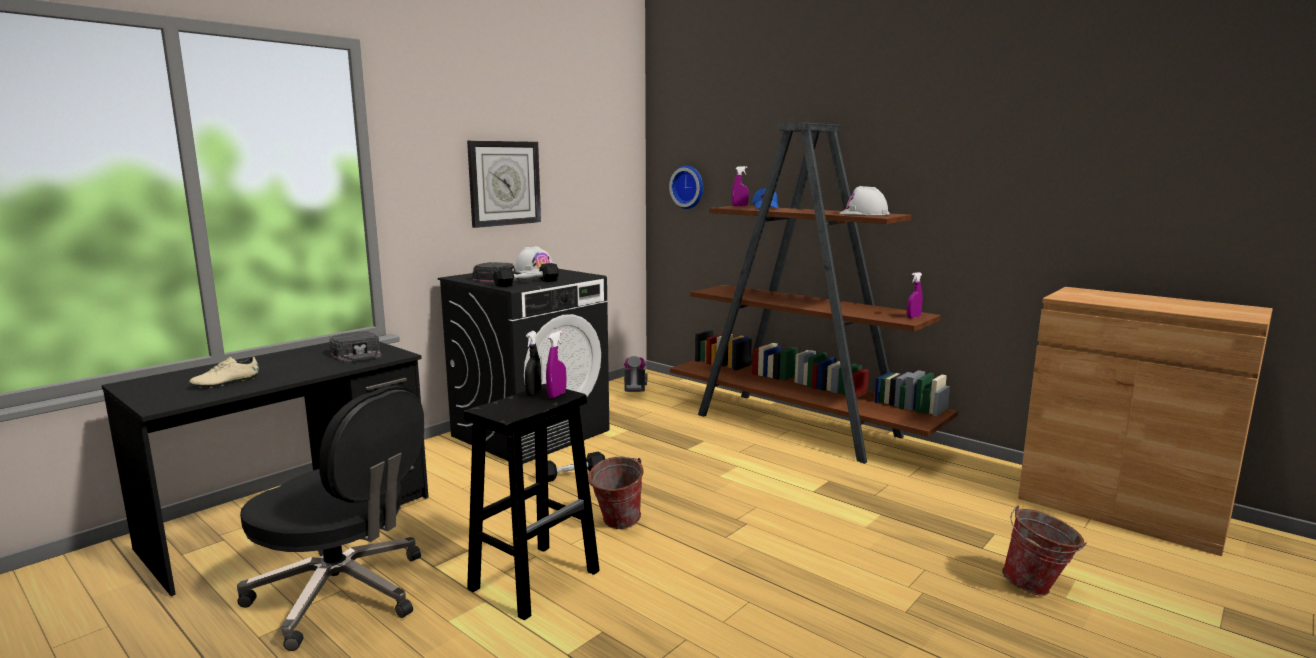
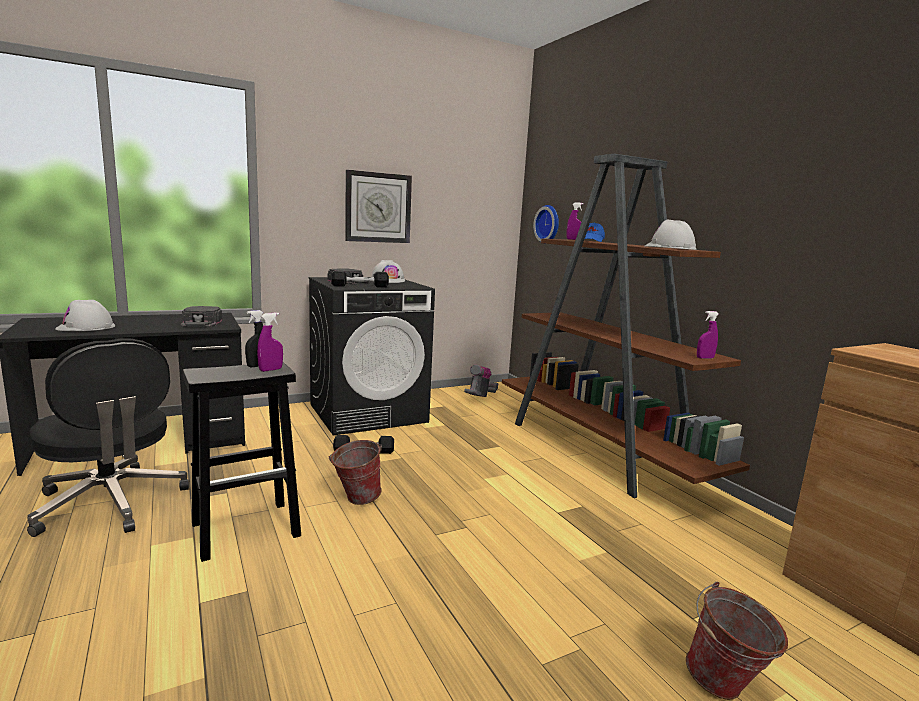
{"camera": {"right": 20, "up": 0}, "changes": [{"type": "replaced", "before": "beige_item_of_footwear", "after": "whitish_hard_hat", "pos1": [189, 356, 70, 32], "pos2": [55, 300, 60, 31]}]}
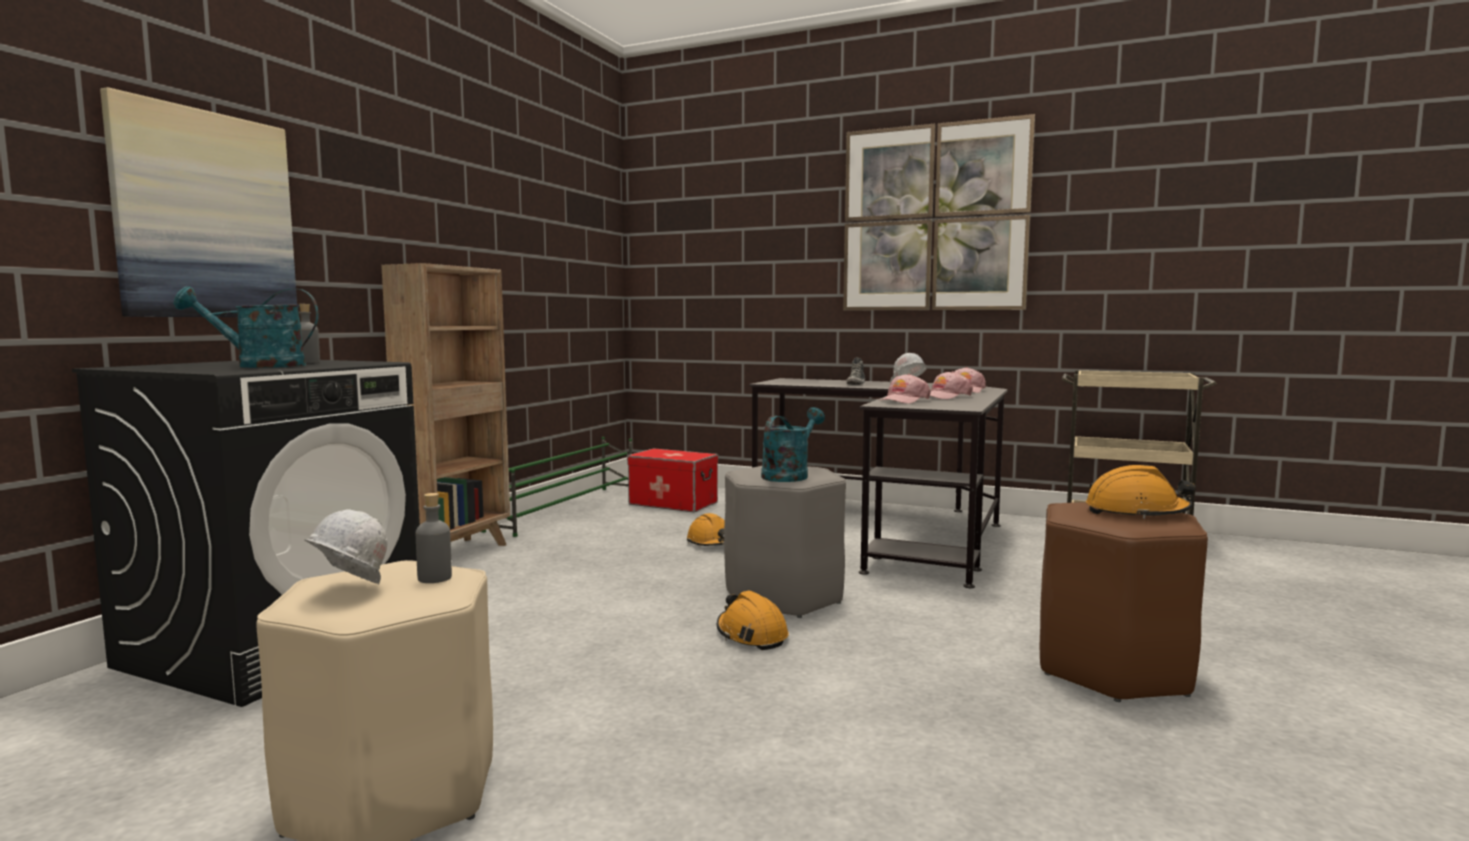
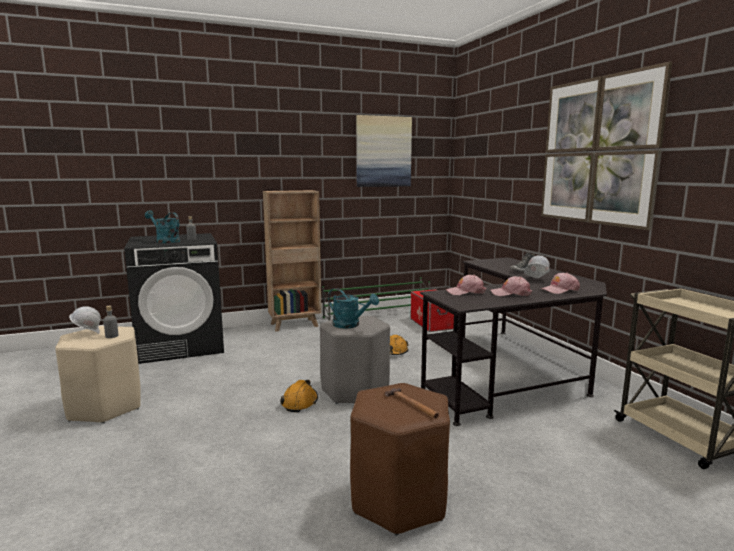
{"camera": {"right": 45, "up": 5}, "changes": [{"type": "moved", "before": "picture", "pos1": [100, 87, 197, 230], "pos2": [356, 115, 56, 72]}, {"type": "replaced", "before": "orange_hard_hat", "after": "hand_hammer", "pos1": [1086, 465, 110, 54], "pos2": [385, 388, 54, 30]}, {"type": "turned", "before": "blue-green_watering_can", "pos1": [761, 407, 64, 75], "pos2": [328, 288, 51, 41], "turn": 45}]}
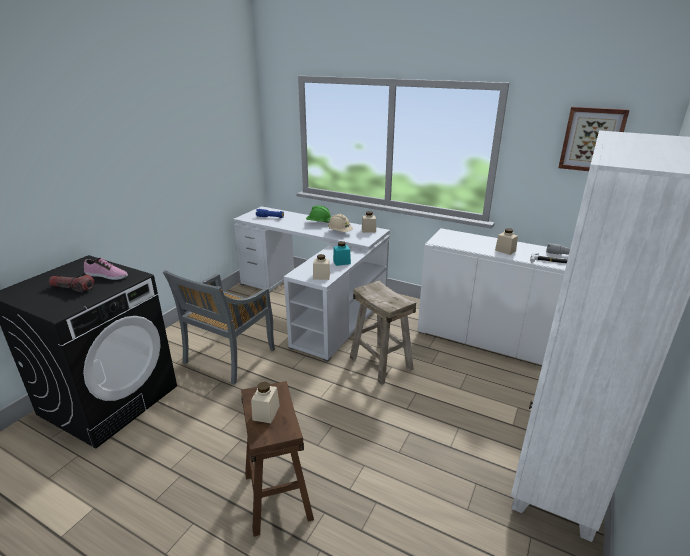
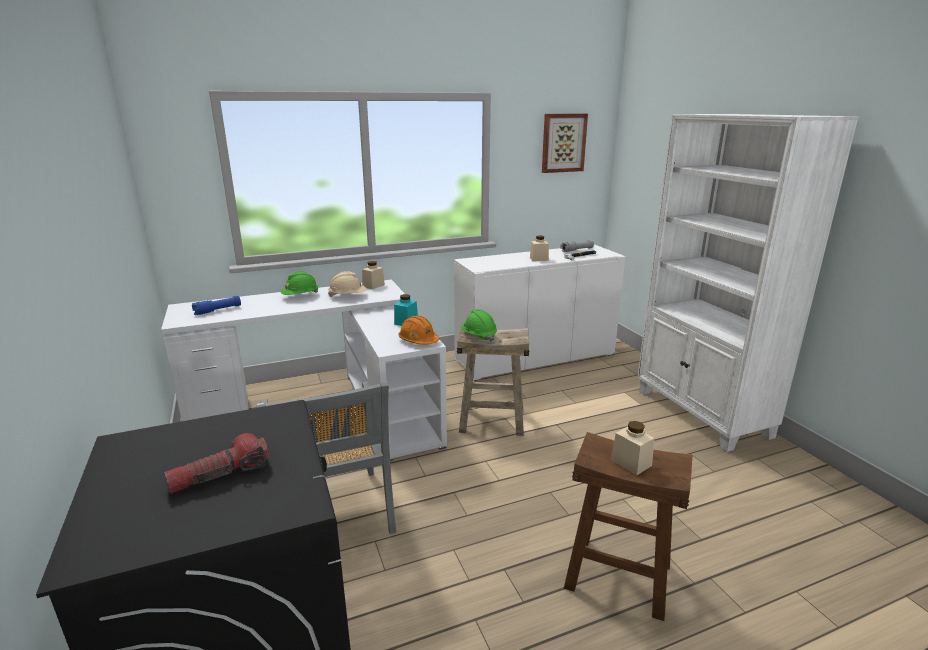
{"camera": {"right": -50, "up": -5}, "changes": [{"type": "removed", "before": "item_of_footwear", "pos1": [84, 258, 44, 22]}, {"type": "added", "after": "green_hard_hat", "pos2": [460, 309, 37, 33]}, {"type": "replaced", "before": "beige_storage_jar", "after": "orange_hard_hat", "pos1": [313, 254, 17, 26], "pos2": [398, 316, 42, 29]}]}
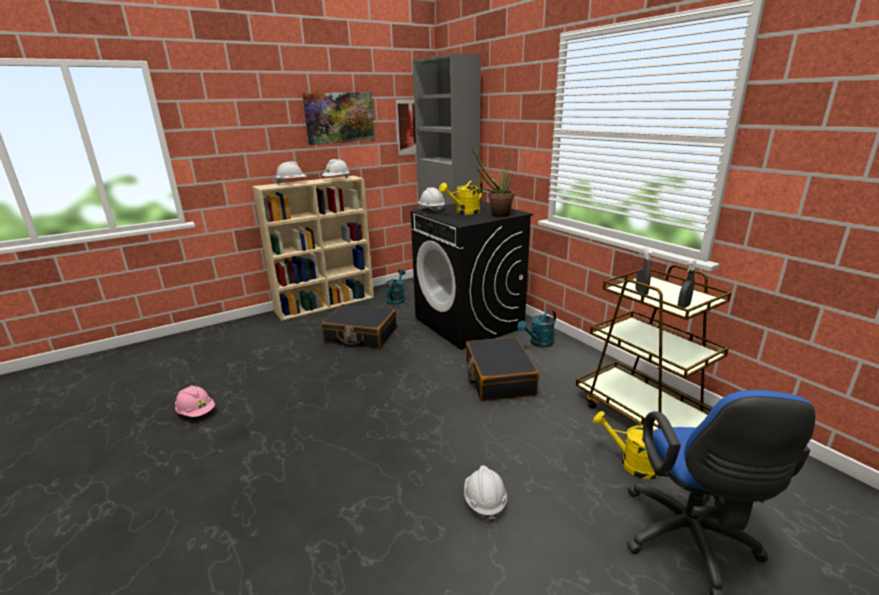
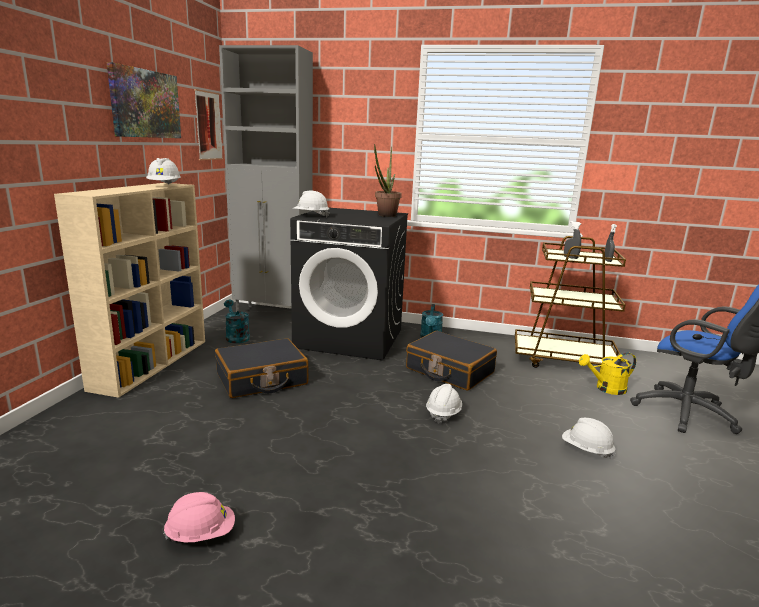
{"camera": {"right": -45, "up": -5}, "changes": [{"type": "removed", "before": "yellow_watering_can", "pos1": [439, 179, 44, 36]}, {"type": "moved", "before": "whitish_hard_hat", "pos1": [275, 161, 32, 23], "pos2": [426, 384, 36, 39]}]}
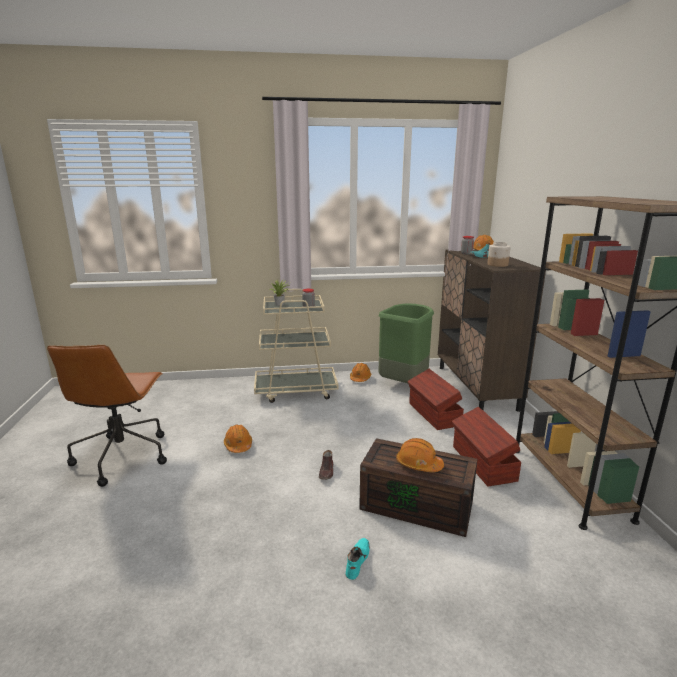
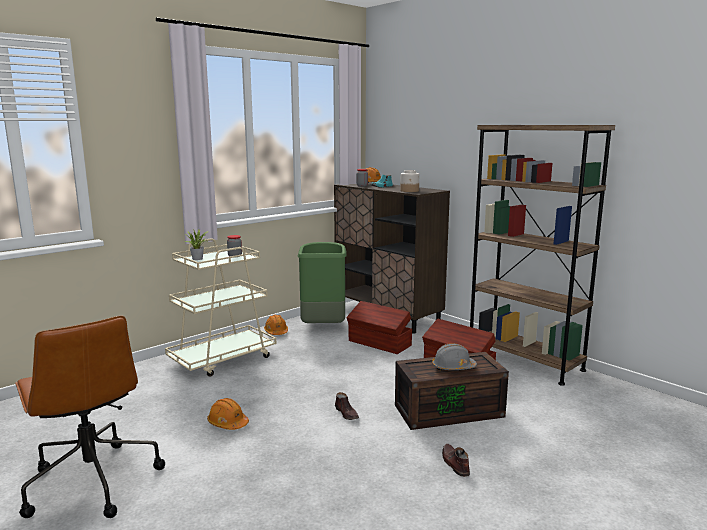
{"camera": {"right": -35, "up": -5}, "changes": [{"type": "recoloured", "before": "blue-green_item_of_footwear", "after": "brown-coloured_item_of_footwear", "pos1": [345, 538, 25, 42], "pos2": [442, 444, 28, 33]}, {"type": "recoloured", "before": "orange_hard_hat", "after": "gray_hard_hat", "pos1": [396, 438, 48, 34], "pos2": [432, 343, 45, 27]}]}
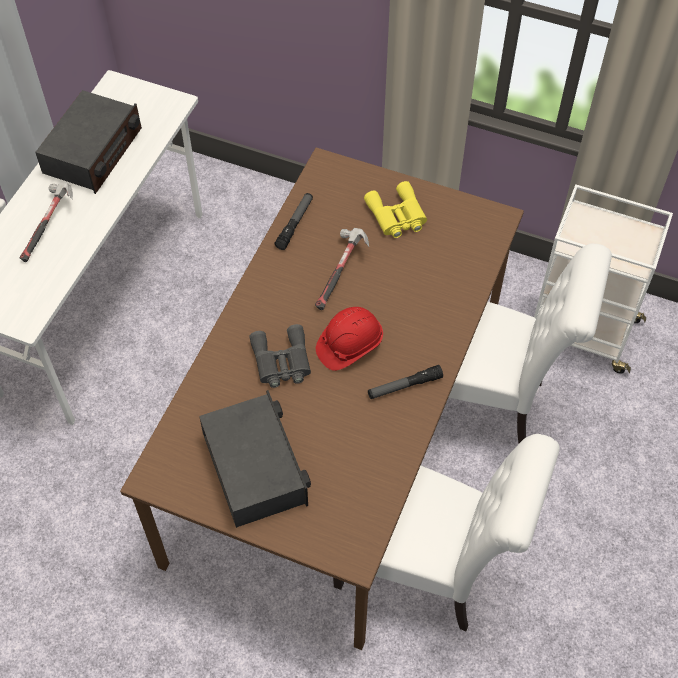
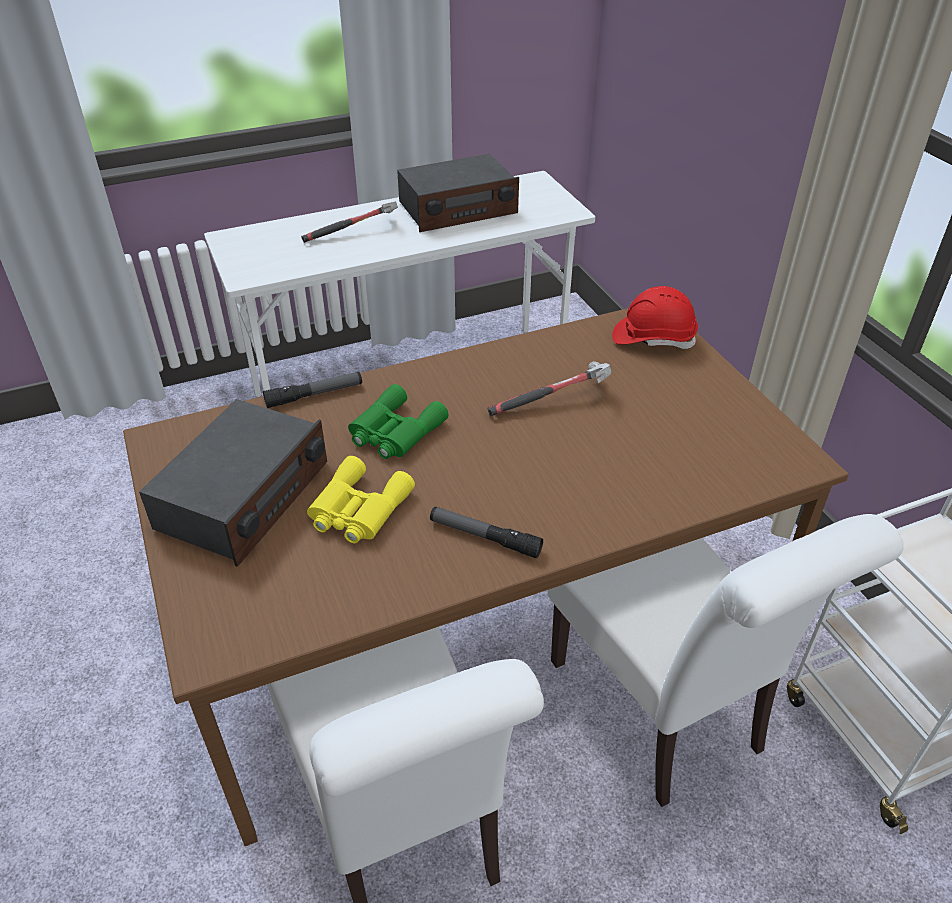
{"camera": {"right": 45, "up": -15}, "changes": [{"type": "moved", "before": "flashlight", "pos1": [274, 193, 39, 57], "pos2": [263, 372, 99, 36]}, {"type": "moved", "before": "reddish_hard_hat", "pos1": [316, 307, 67, 64], "pos2": [612, 286, 86, 63]}, {"type": "moved", "before": "yellow_binoculars", "pos1": [364, 181, 63, 57], "pos2": [307, 456, 108, 87]}, {"type": "recoloured", "before": "gray_binoculars", "after": "green_binoculars", "pos1": [249, 324, 62, 64], "pos2": [348, 384, 101, 75]}]}
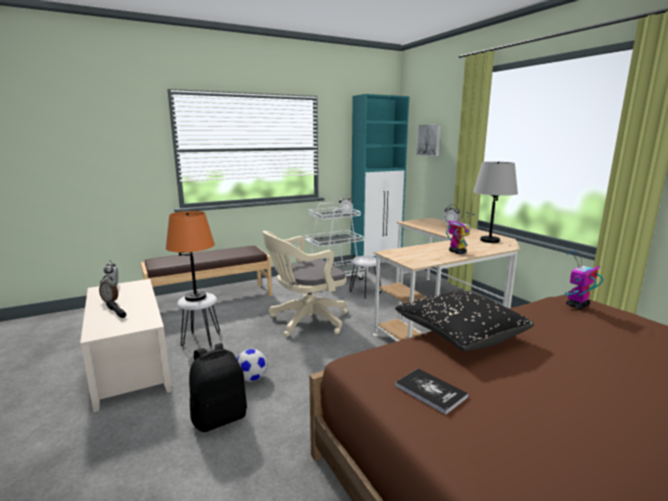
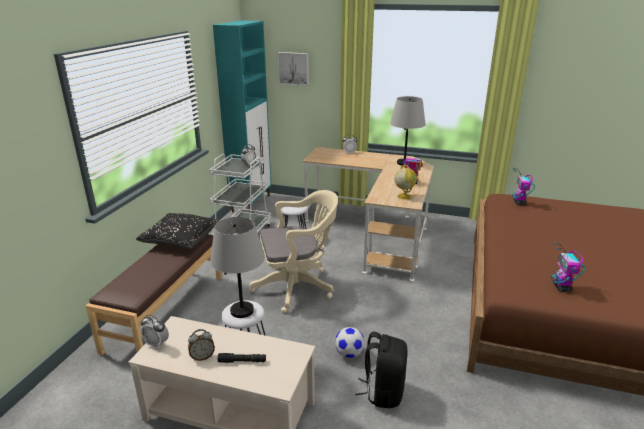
{"camera": {"right": -45, "up": 10}, "changes": [{"type": "added", "after": "globe", "pos2": [395, 164, 22, 36]}, {"type": "moved", "before": "black_throw_pillow", "pos1": [395, 290, 139, 61], "pos2": [136, 213, 82, 36]}, {"type": "replaced", "before": "bound_book", "after": "toy_robot", "pos1": [395, 368, 73, 47], "pos2": [551, 243, 34, 49]}, {"type": "recoloured", "before": "orange_lamp_for_a_table", "after": "gray_lamp_for_a_table", "pos1": [166, 211, 49, 90], "pos2": [210, 217, 55, 101]}, {"type": "turned", "before": "beige_desk_chair", "pos1": [262, 231, 86, 106], "pos2": [249, 190, 89, 123], "turn": -120}]}
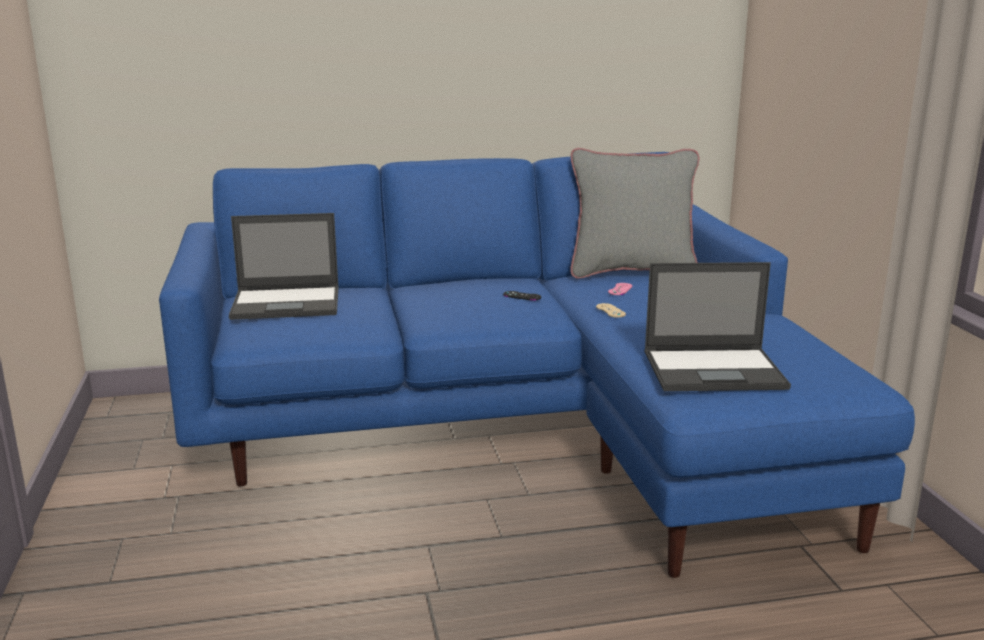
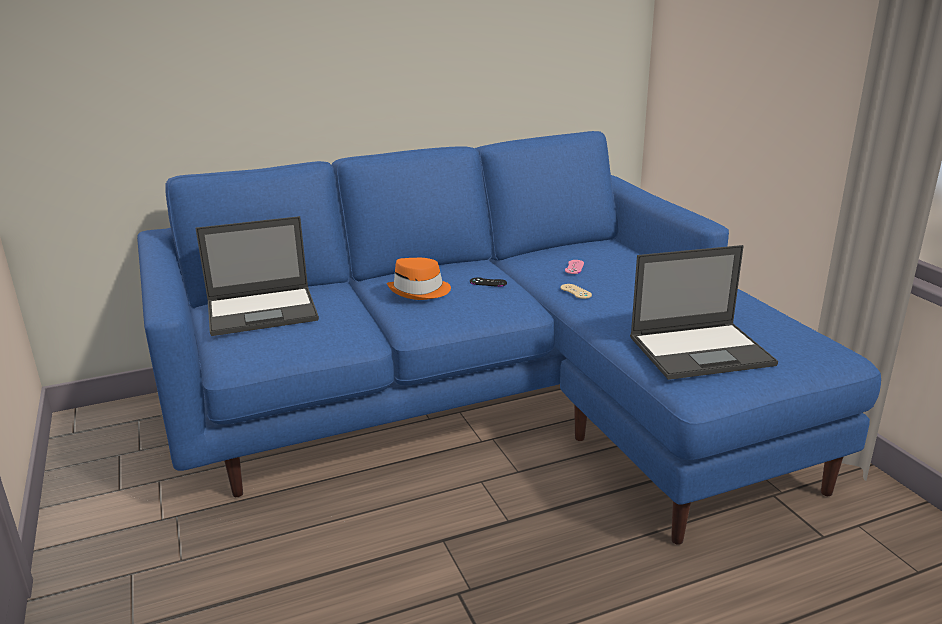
{"camera": {"right": -10, "up": 5}, "changes": [{"type": "removed", "before": "gray_throw_pillow", "pos1": [570, 148, 129, 131]}, {"type": "added", "after": "orange_wearable_hat", "pos2": [387, 258, 64, 42]}]}
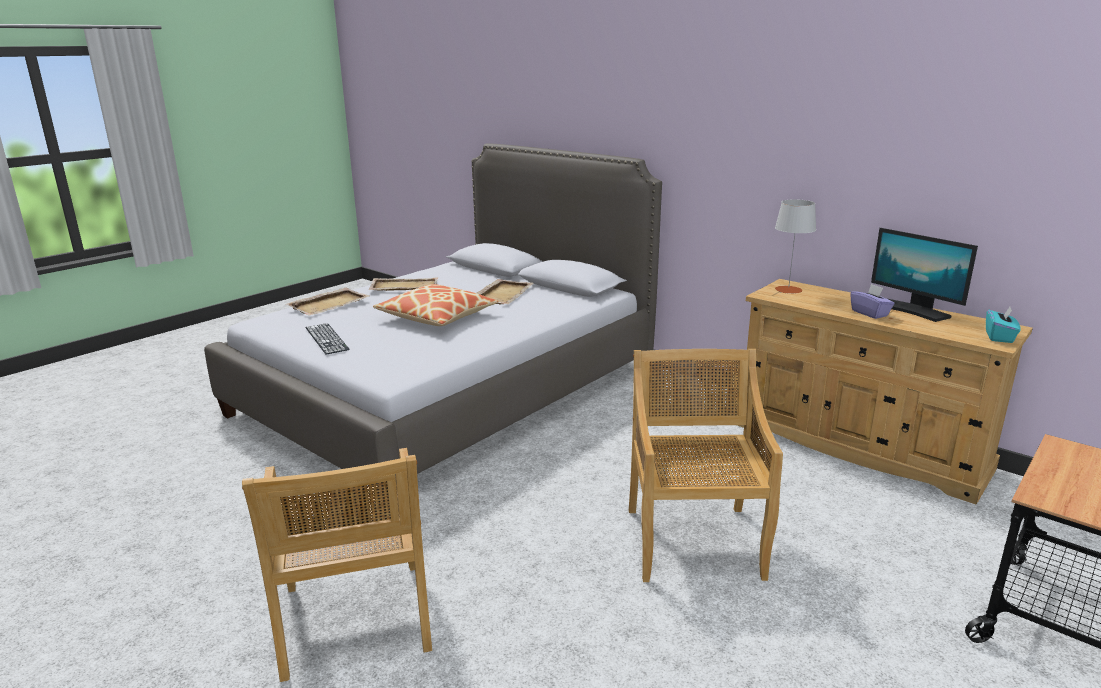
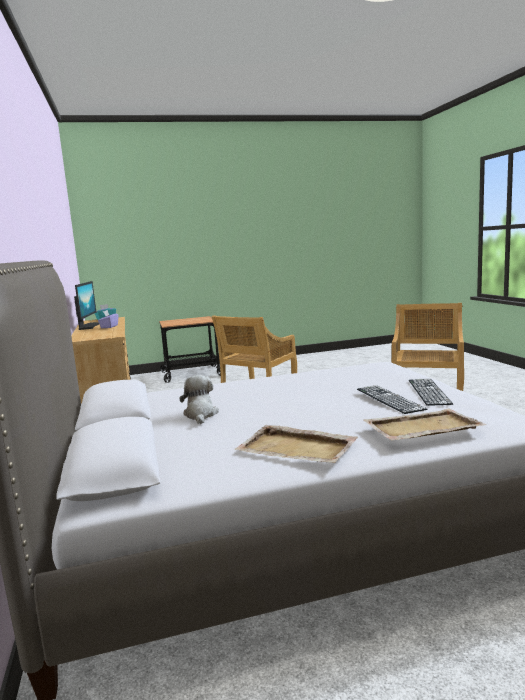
{"camera": {"right": -145, "up": -10}, "changes": [{"type": "removed", "before": "throw_pillow", "pos1": [373, 284, 125, 42]}, {"type": "removed", "before": "gray_lamp_for_a_table", "pos1": [775, 199, 41, 95]}, {"type": "added", "after": "computer_keyboard", "pos2": [357, 385, 70, 29]}, {"type": "replaced", "before": "beige_serving_tray", "after": "plush_toy", "pos1": [476, 279, 57, 26], "pos2": [179, 375, 40, 49]}]}
